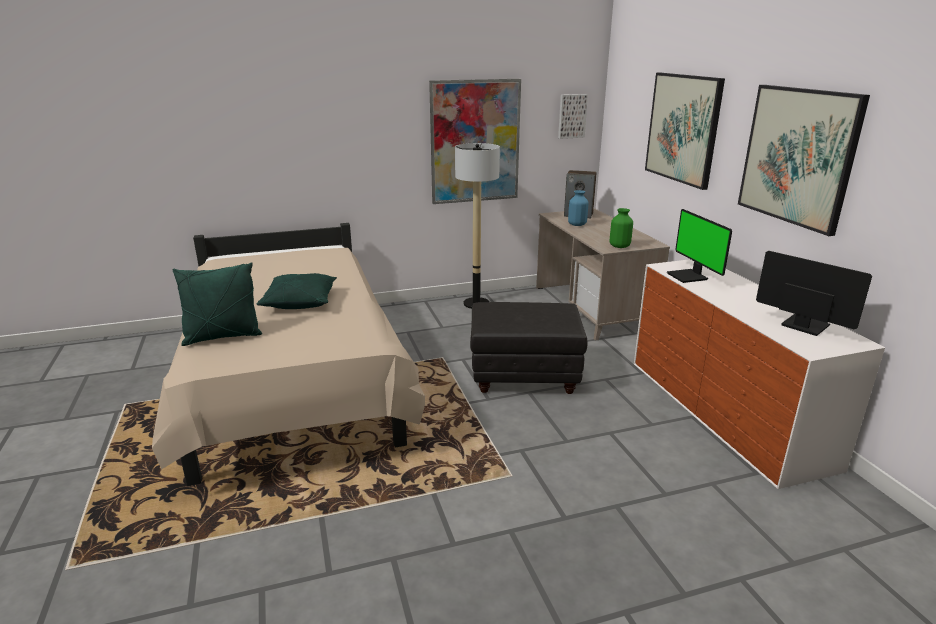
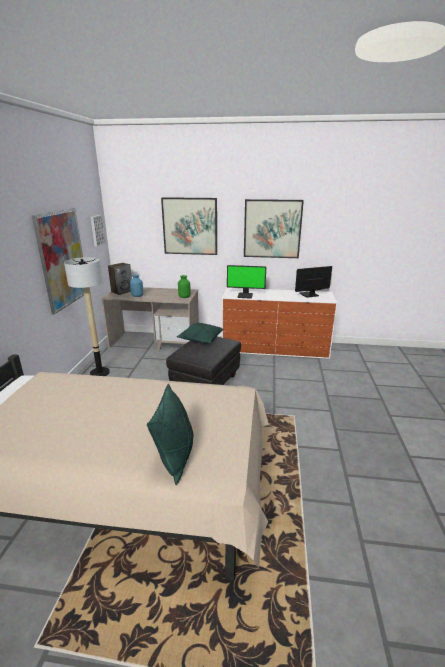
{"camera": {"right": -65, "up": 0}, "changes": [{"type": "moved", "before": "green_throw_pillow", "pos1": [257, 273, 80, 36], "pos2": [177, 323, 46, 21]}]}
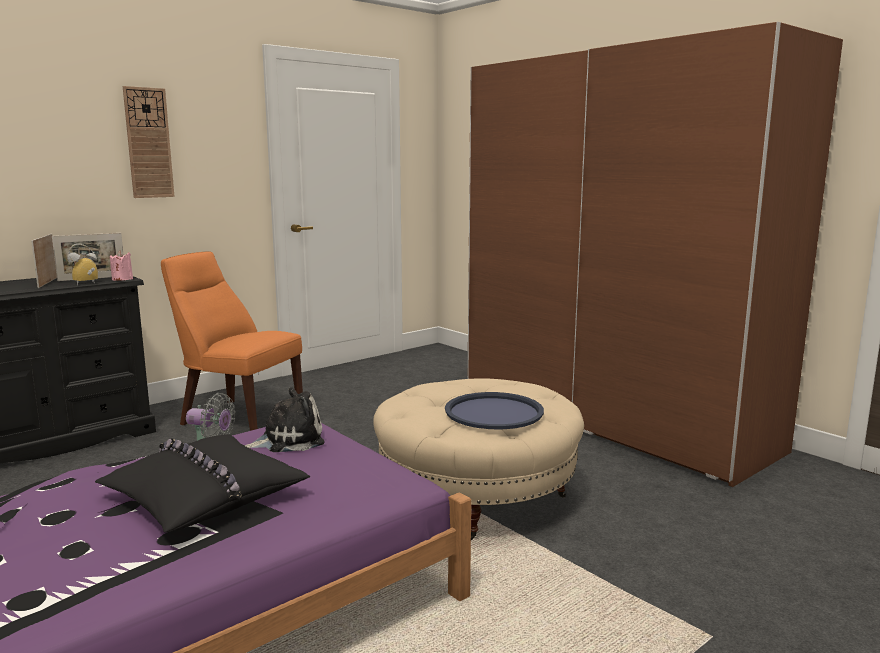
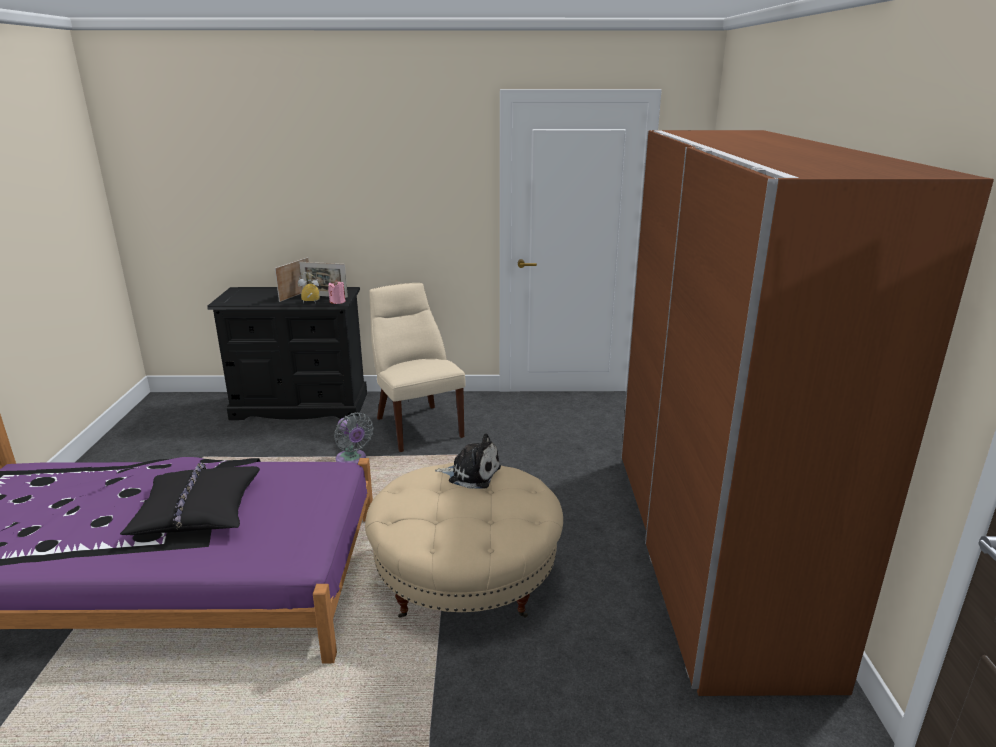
{"camera": {"right": 40, "up": 10}, "changes": [{"type": "removed", "before": "hanging_clock", "pos1": [123, 86, 52, 112]}, {"type": "removed", "before": "blue_serving_tray", "pos1": [445, 392, 99, 37]}, {"type": "moved", "before": "plush_toy", "pos1": [244, 387, 81, 65], "pos2": [435, 434, 66, 55]}, {"type": "recoloured", "before": "orange_plain_chair", "after": "beige_plain_chair", "pos1": [161, 252, 142, 179], "pos2": [369, 283, 97, 169]}]}
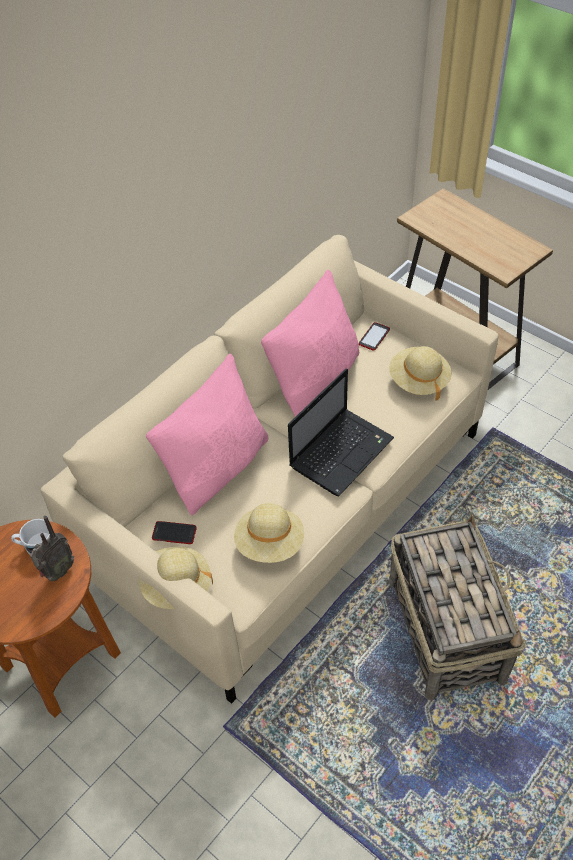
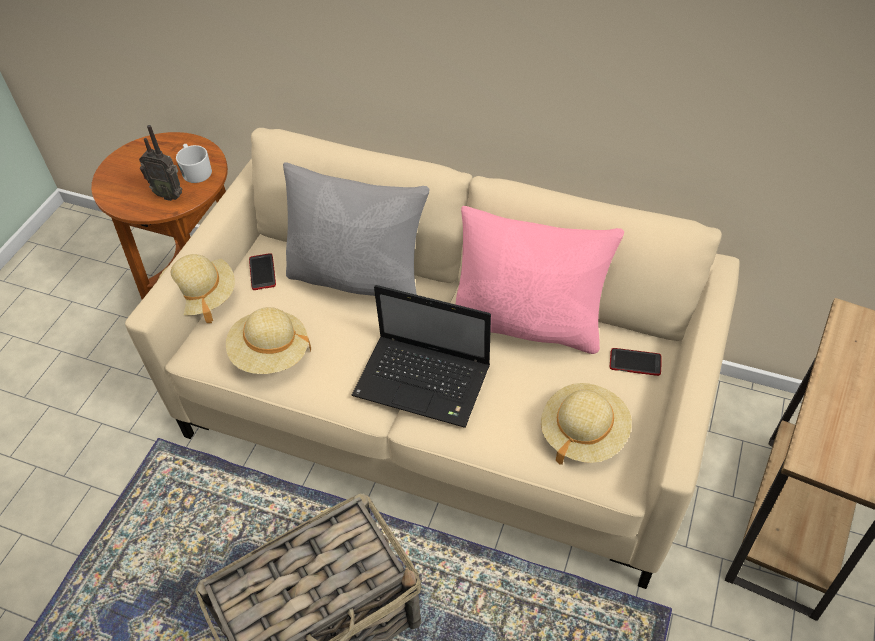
{"camera": {"right": 70, "up": 0}, "changes": [{"type": "recoloured", "before": "pink-coloured_throw_pillow", "after": "gray_throw_pillow", "pos1": [146, 354, 122, 161], "pos2": [283, 162, 146, 134]}]}
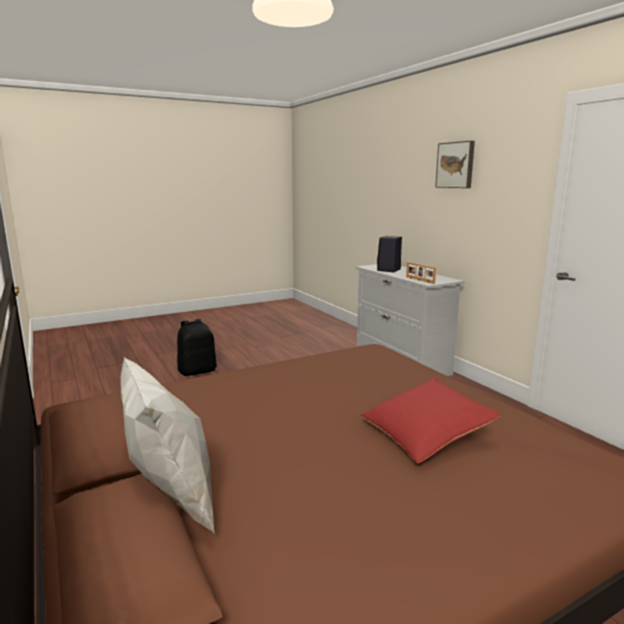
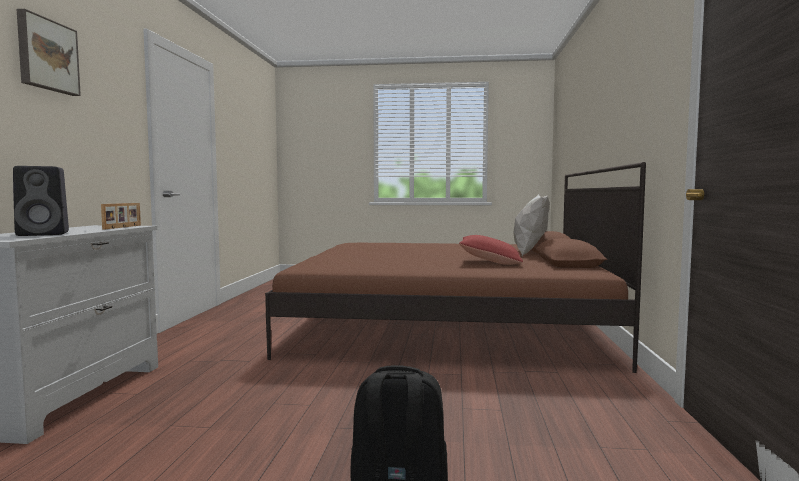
{"camera": {"right": -145, "up": -10}, "changes": [{"type": "moved", "before": "reddish_throw_pillow", "pos1": [361, 378, 139, 85], "pos2": [459, 235, 64, 30]}]}
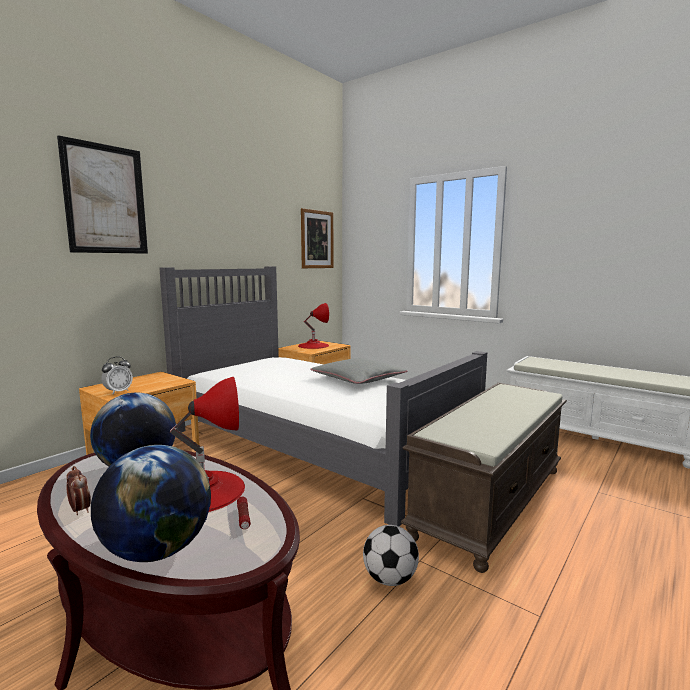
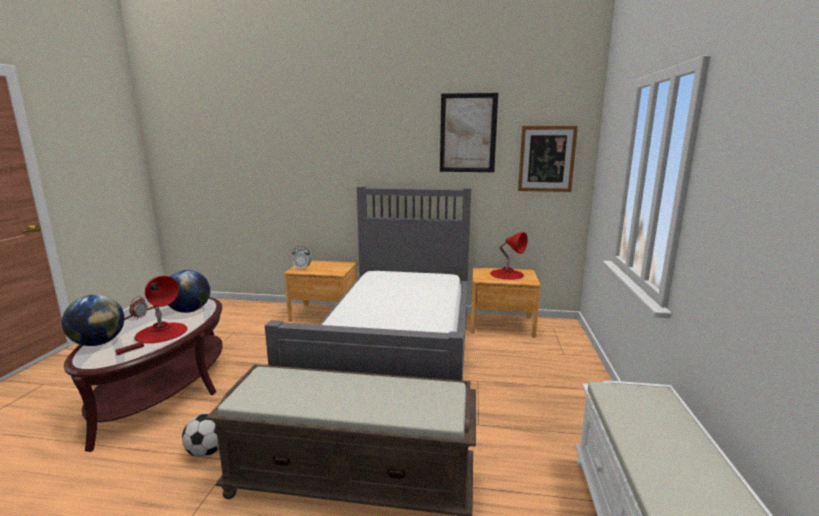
{"camera": {"right": 60, "up": 5}, "changes": [{"type": "removed", "before": "gray_throw_pillow", "pos1": [310, 358, 98, 26]}, {"type": "moved", "before": "picture", "pos1": [57, 135, 91, 119], "pos2": [440, 93, 58, 79]}]}
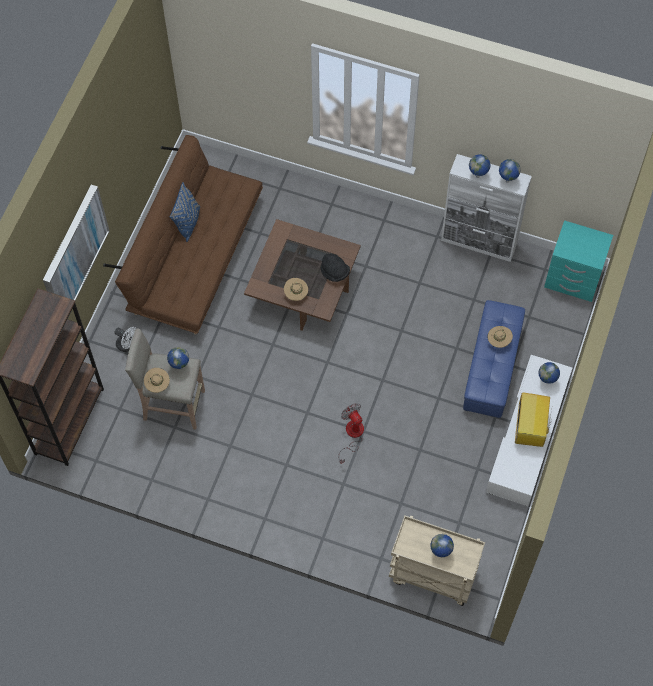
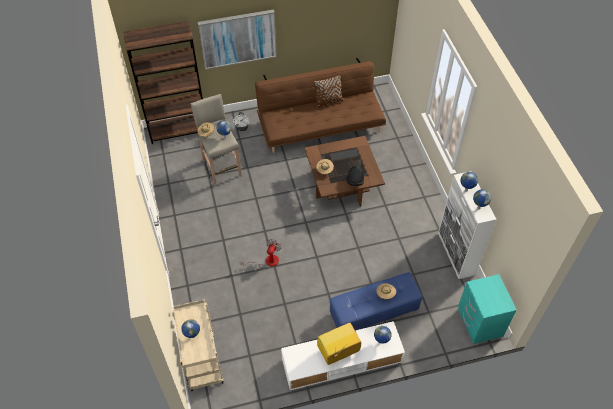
{"camera": {"right": 55, "up": -10}, "changes": [{"type": "recoloured", "before": "blue_throw_pillow", "after": "brown-coloured_throw_pillow", "pos1": [170, 182, 30, 60], "pos2": [314, 75, 29, 33]}]}
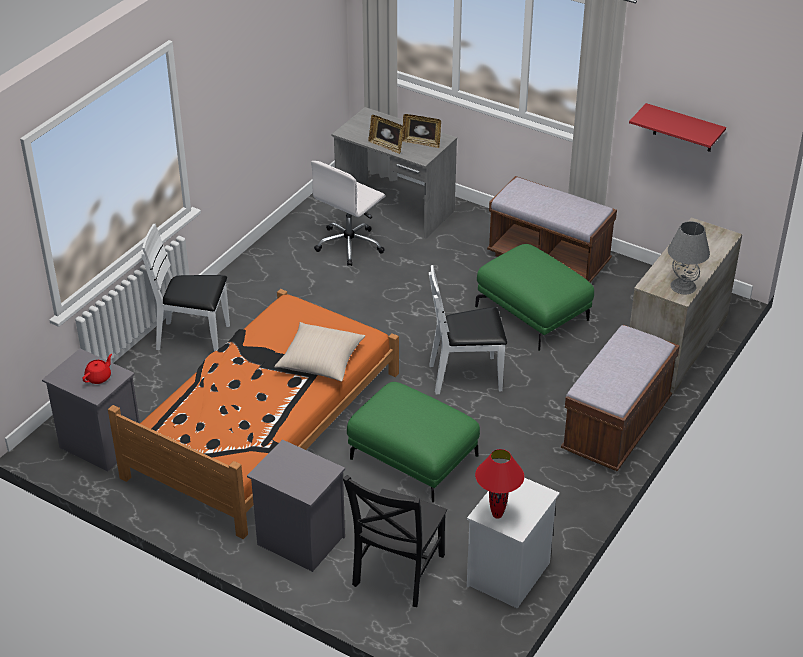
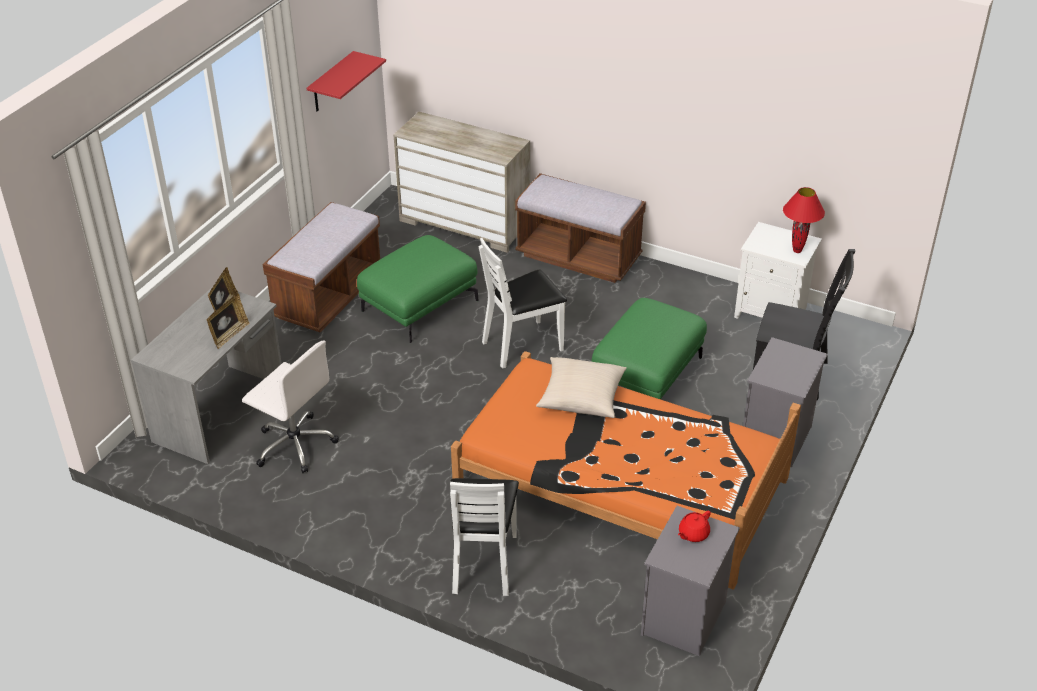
{"camera": {"right": -95, "up": 0}, "changes": [{"type": "removed", "before": "gray_lamp_for_a_table", "pos1": [668, 221, 42, 73]}, {"type": "turned", "before": "reddish_pot_for_tea", "pos1": [82, 354, 30, 30], "pos2": [678, 511, 33, 31], "turn": -75}, {"type": "turned", "before": "whitish_plain_chair", "pos1": [429, 265, 78, 130], "pos2": [478, 238, 89, 130], "turn": 75}]}
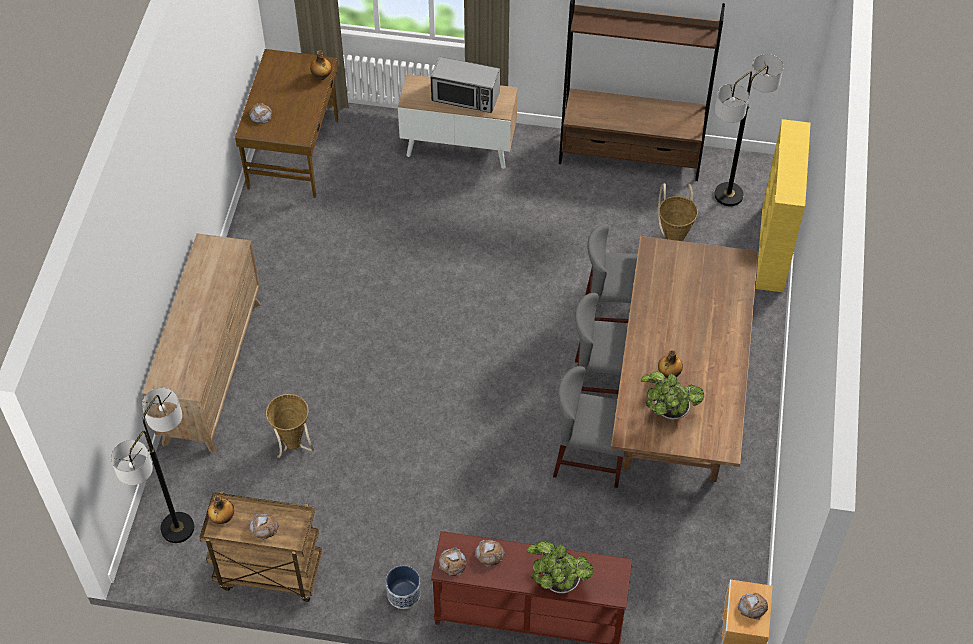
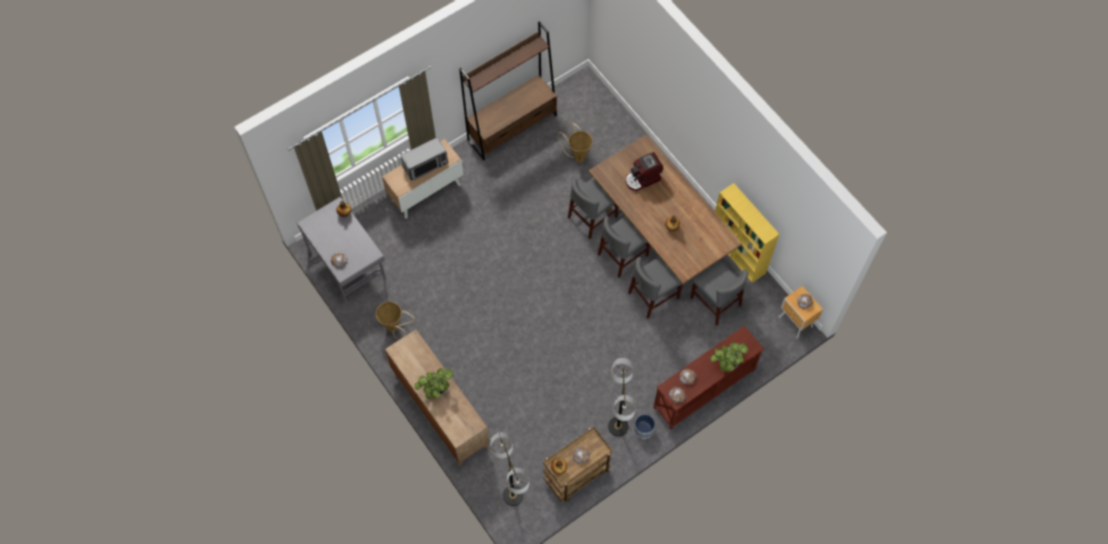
{"camera": {"right": -45, "up": 10}, "changes": [{"type": "added", "after": "coffee_maker", "pos2": [626, 152, 37, 39]}, {"type": "added", "after": "gray_plain_chair", "pos2": [691, 260, 57, 66]}, {"type": "moved", "before": "household_basket", "pos1": [266, 394, 48, 64], "pos2": [376, 302, 39, 37]}, {"type": "moved", "before": "houseplant", "pos1": [641, 371, 63, 48], "pos2": [415, 368, 38, 31]}, {"type": "moved", "before": "standard_lamp", "pos1": [714, 54, 70, 152], "pos2": [608, 358, 28, 78]}, {"type": "moved", "before": "yellow_bookcase", "pos1": [756, 119, 55, 173], "pos2": [715, 183, 65, 100]}, {"type": "recoloured", "before": "brown-coloured_desk", "after": "gray_desk", "pos1": [235, 49, 103, 149], "pos2": [297, 197, 89, 107]}]}
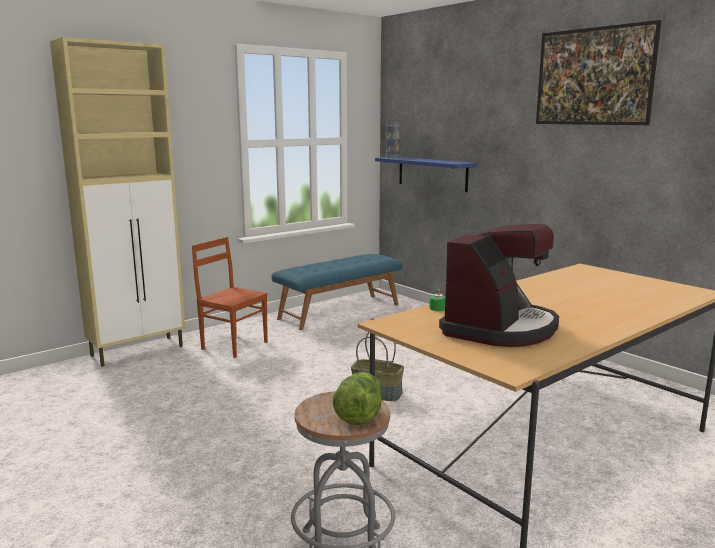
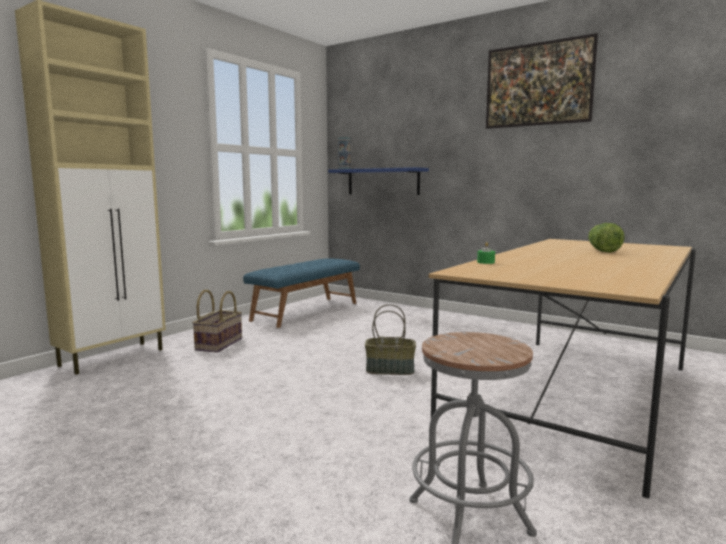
{"camera": {"right": -15, "up": -5}, "changes": [{"type": "removed", "before": "coffee_maker", "pos1": [439, 224, 120, 123]}, {"type": "moved", "before": "lettuce", "pos1": [333, 372, 49, 53], "pos2": [588, 223, 37, 30]}, {"type": "replaced", "before": "brown-coloured_plain_chair", "after": "household_basket", "pos1": [192, 237, 76, 121], "pos2": [192, 290, 50, 63]}]}
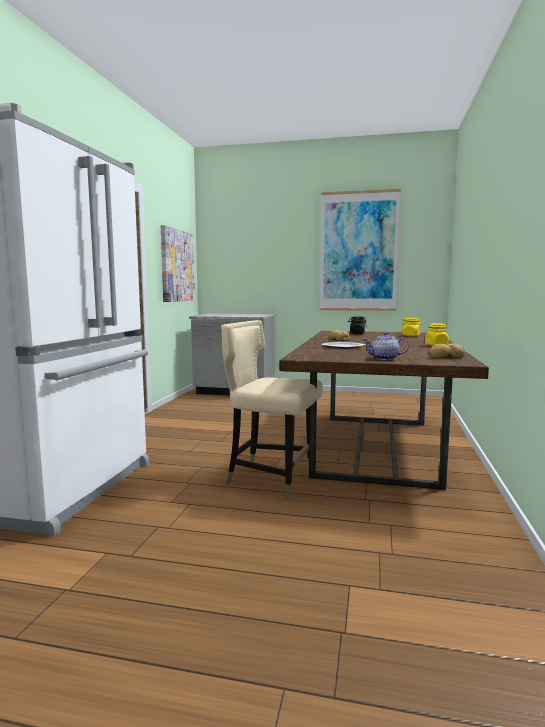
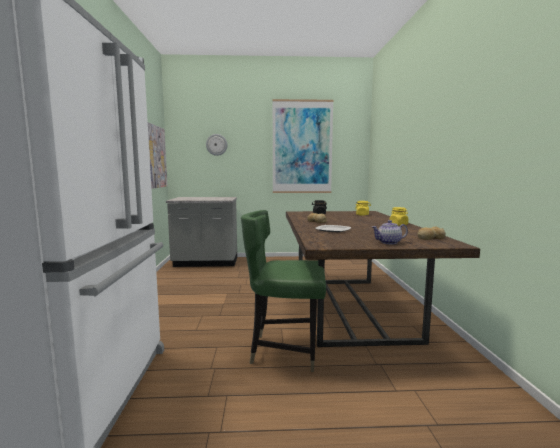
{"camera": {"right": -15, "up": 0}, "changes": [{"type": "added", "after": "hanging_clock", "pos2": [206, 134, 21, 22]}, {"type": "recoloured", "before": "beige_plain_chair", "after": "green_plain_chair", "pos1": [221, 320, 102, 177], "pos2": [241, 210, 85, 162]}]}
